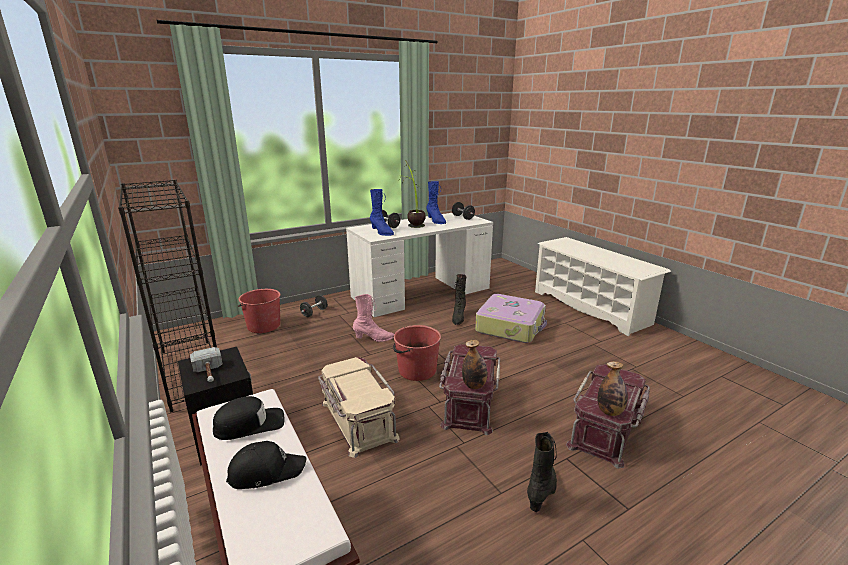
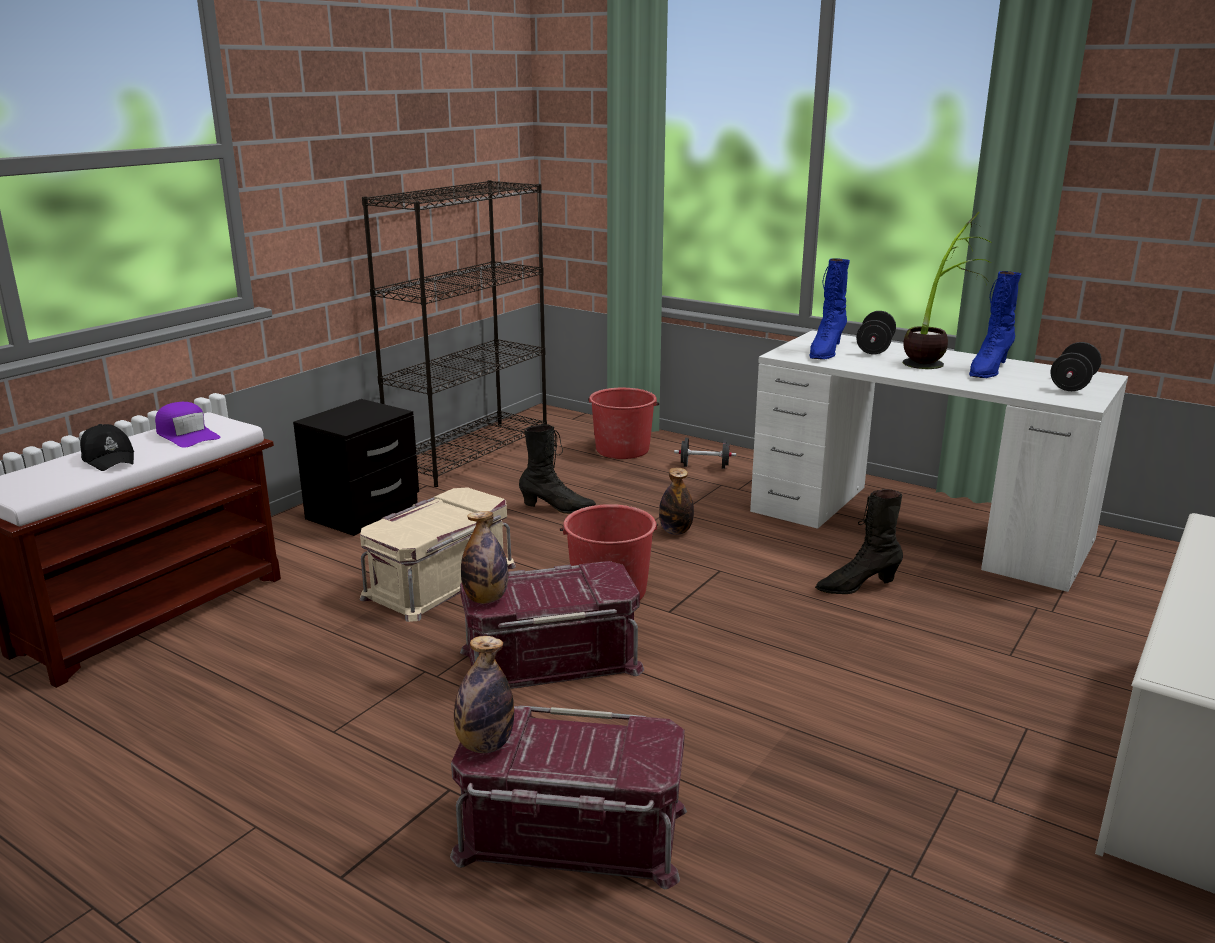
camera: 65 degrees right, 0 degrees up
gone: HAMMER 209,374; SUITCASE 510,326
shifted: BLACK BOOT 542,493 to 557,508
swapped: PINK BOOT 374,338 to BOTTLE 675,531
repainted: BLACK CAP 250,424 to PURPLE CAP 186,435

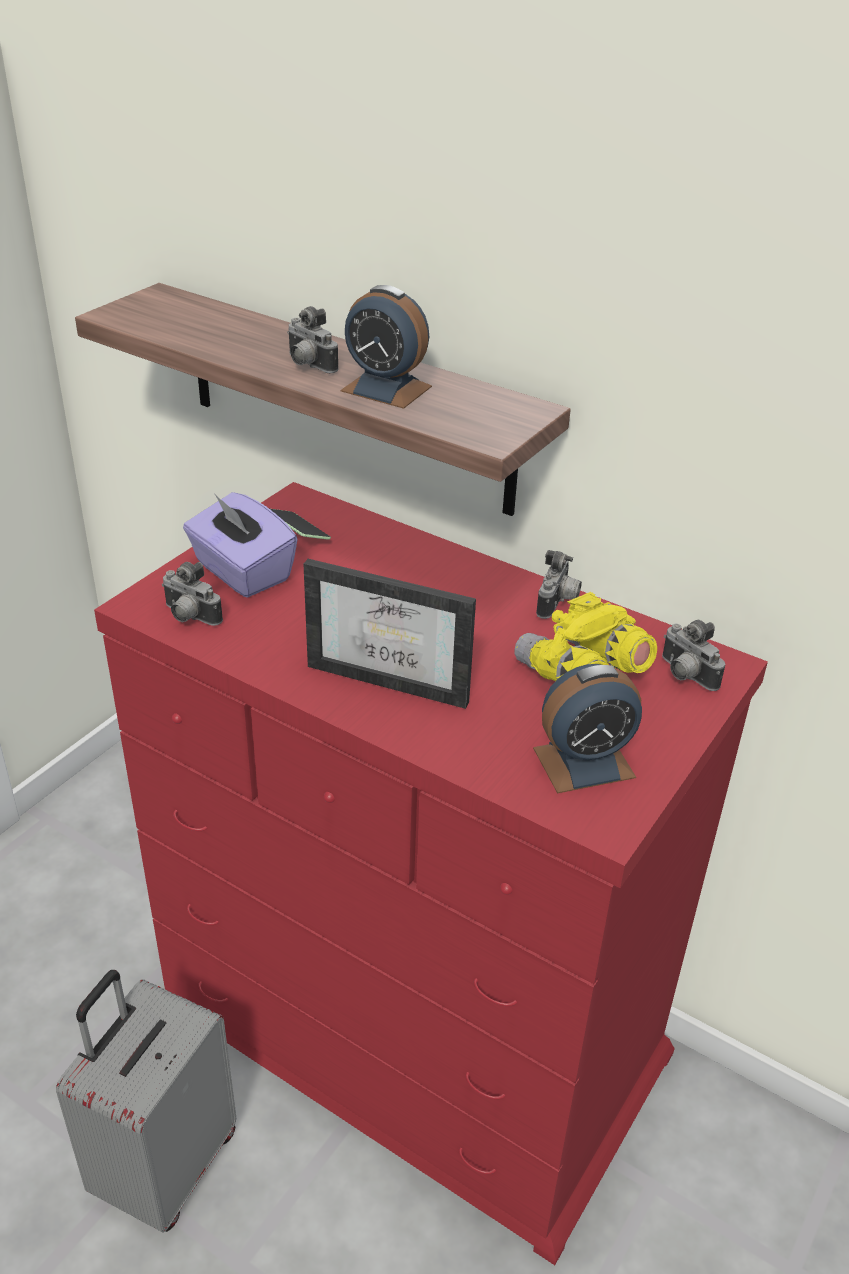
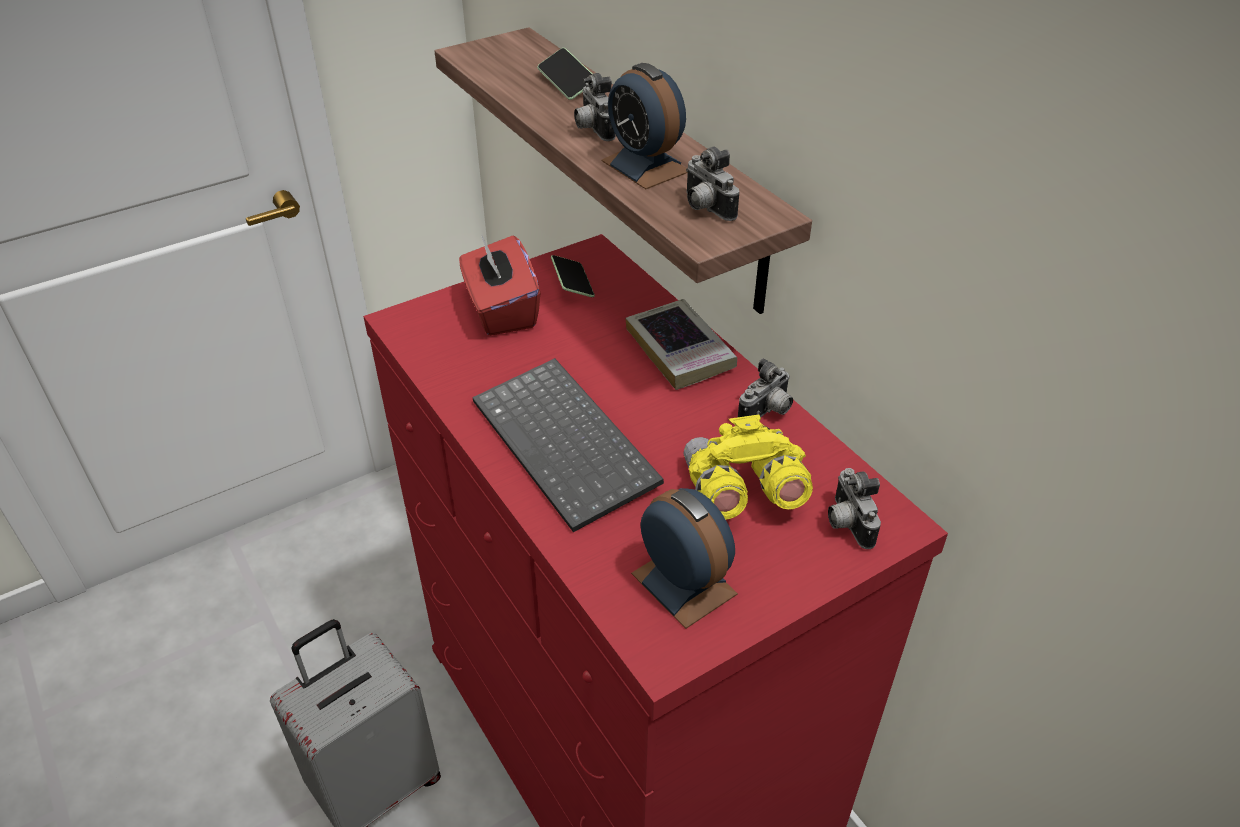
camera: 25 degrees right, 5 degrees up
new: PHONE 567,84; BOOK 679,350
shifted: PHOTO CAMERA 189,617 to 705,208
swapped: PICTURE FRAME 396,675 to KEYBOARD 569,444
repainted: PURPLE TISSUE BOX 241,572 to RED TISSUE BOX 501,310
rotated: ALARM CLOCK 583,763 = 683,583 135 degrees counterclockwise

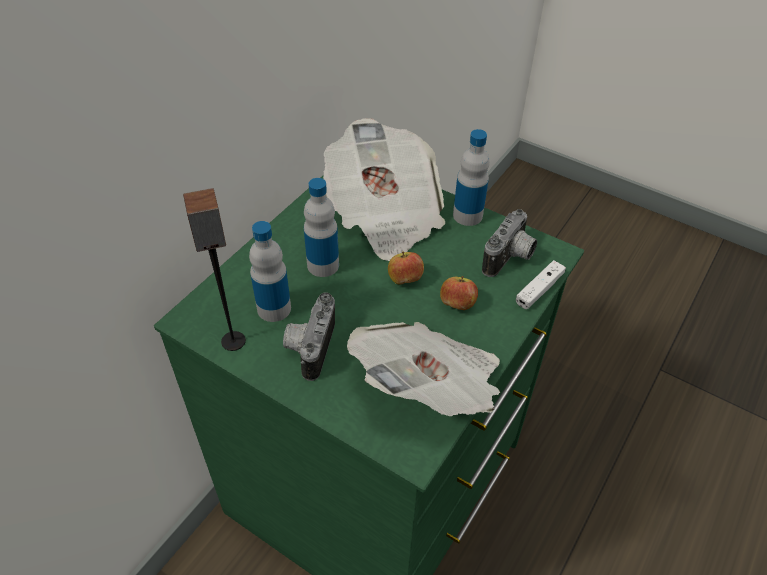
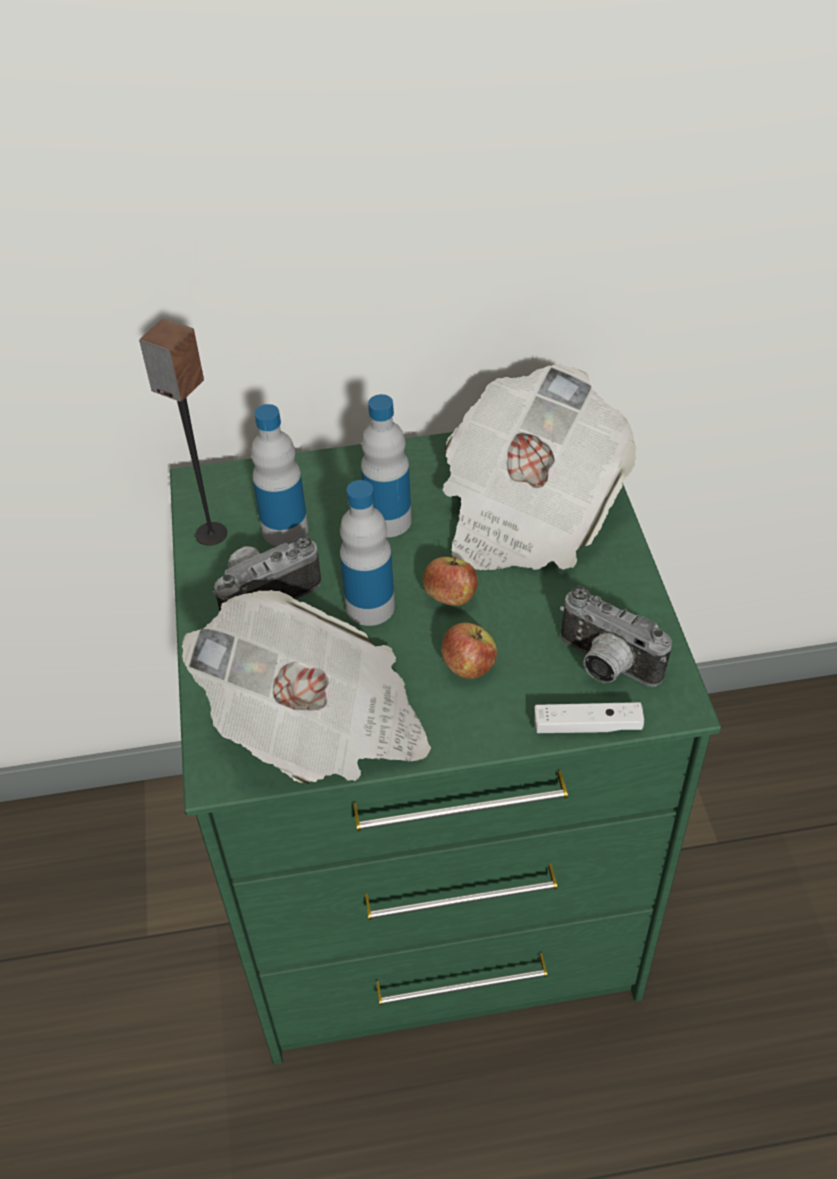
camera: 50 degrees right, 0 degrees up
shifted: BOTTLE 467,215 to 370,607
rotated: PHOTO CAMERA 510,259 = 604,666 45 degrees clockwise

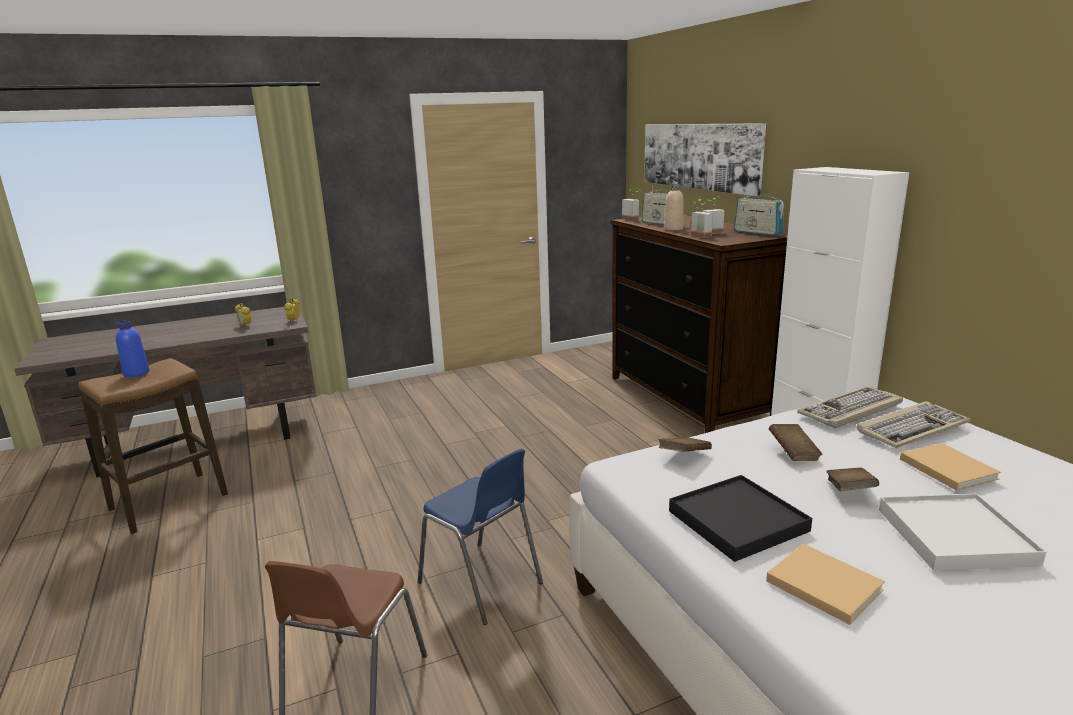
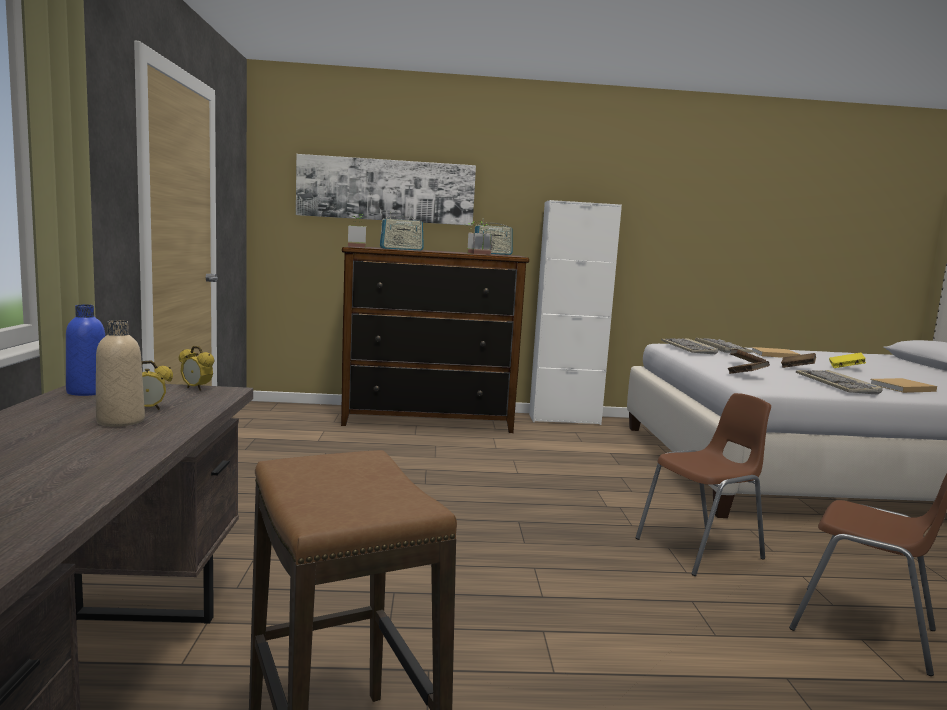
camera: 70 degrees left, 10 degrees down
shifted: BLUE BOTTLE 136,373 to 88,392; BEIGE BOTTLE 673,229 to 120,421
swapped: BLACK TRAY 737,521 to KEYBOARD 837,385; WHITE TRAY 955,536 to YELLOW BOOK 846,368
repainted: BLUE CHAIR 481,583 to BROWN CHAIR 701,549

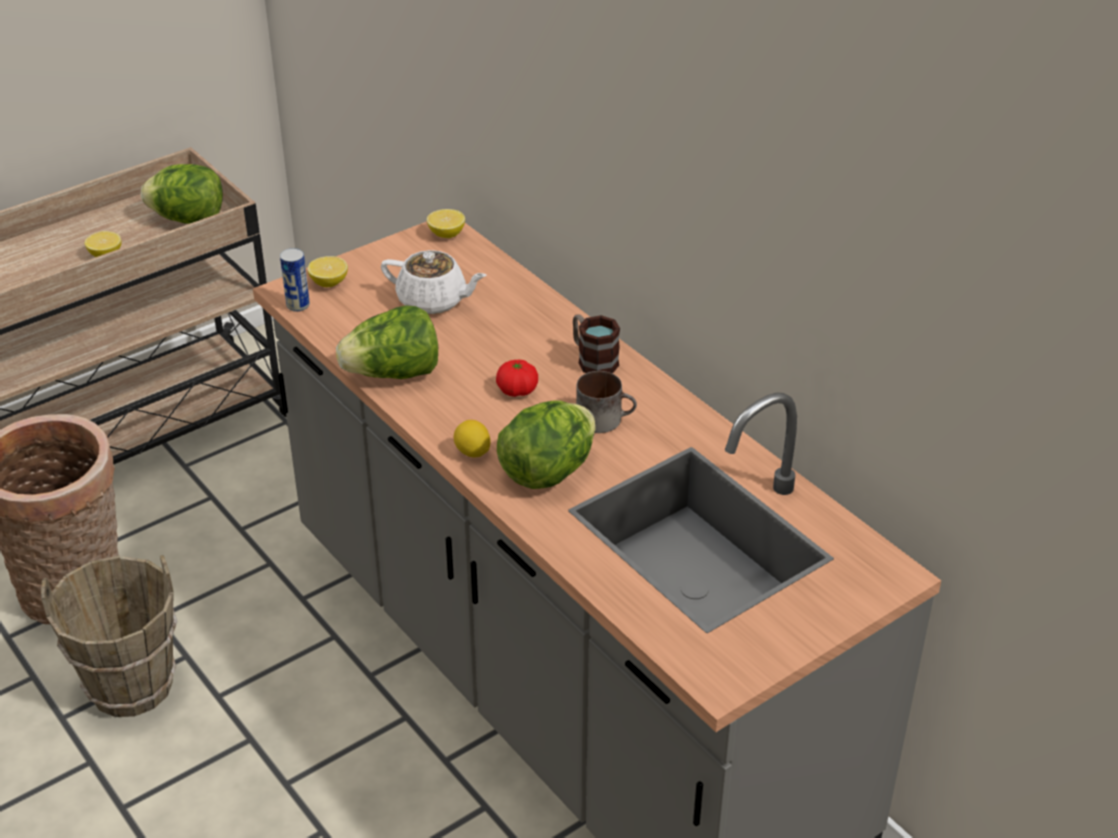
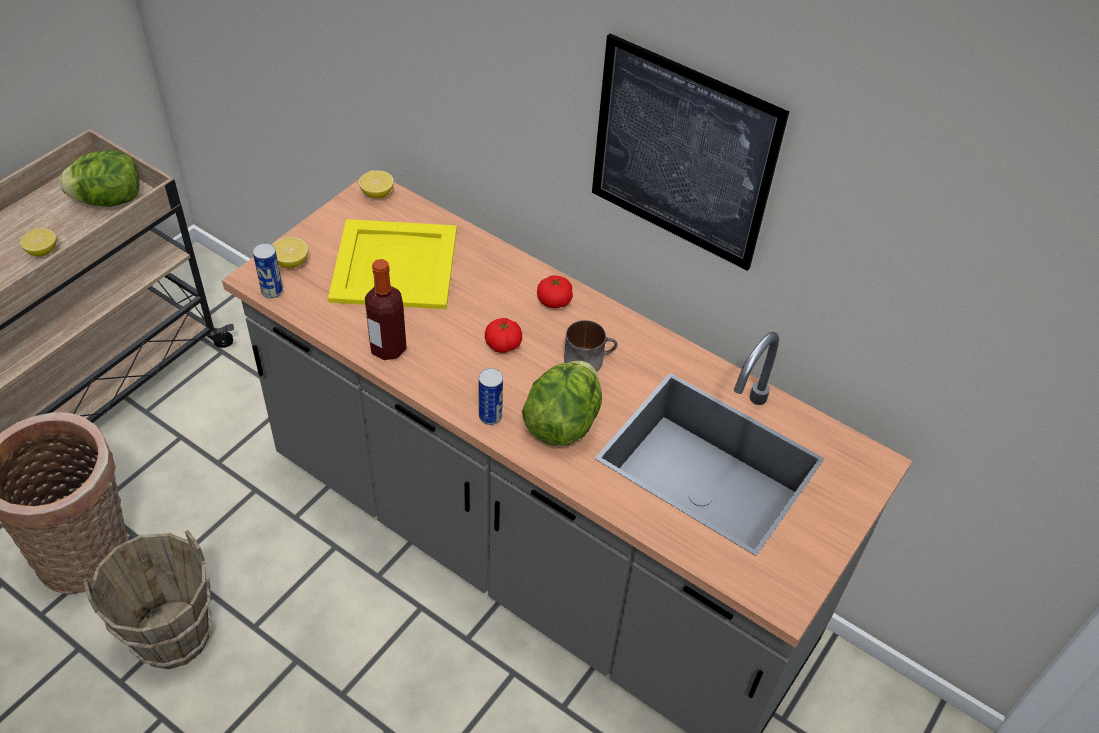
camera: 20 degrees left, 10 degrees up
new: PICTURE 682,154
swapped: WHITE TEAPOT 433,301 to YELLOW TRAY 393,265; LETTUCE 393,374 to BOTTLE 388,348; LEMON 472,452 to CAN 490,416; MUG 592,359 to TOMATO 554,301

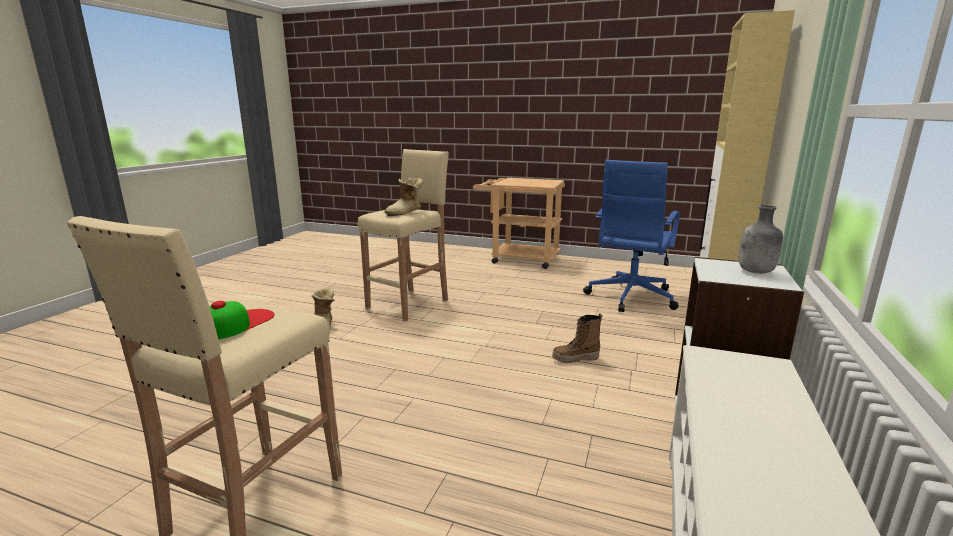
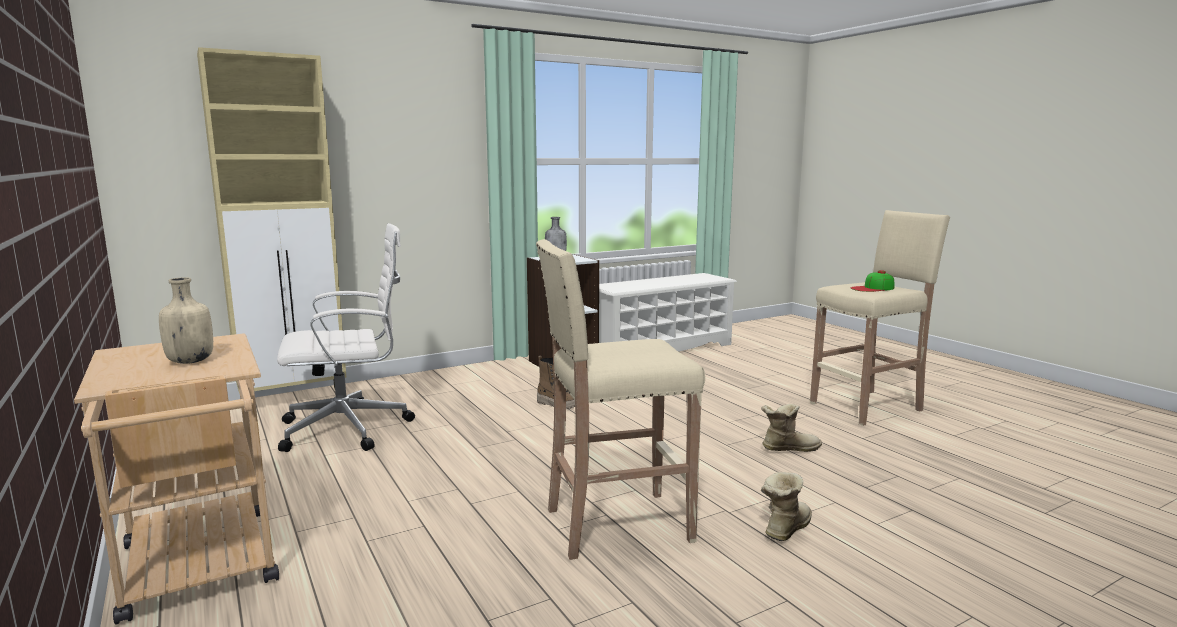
camera: 140 degrees left, 5 degrees down
new: BEIGE BOTTLE 190,361
shifted: BOOT 406,213 to 788,448
repainted: BLUE OFFICE CHAIR 630,298 to WHITE OFFICE CHAIR 349,428

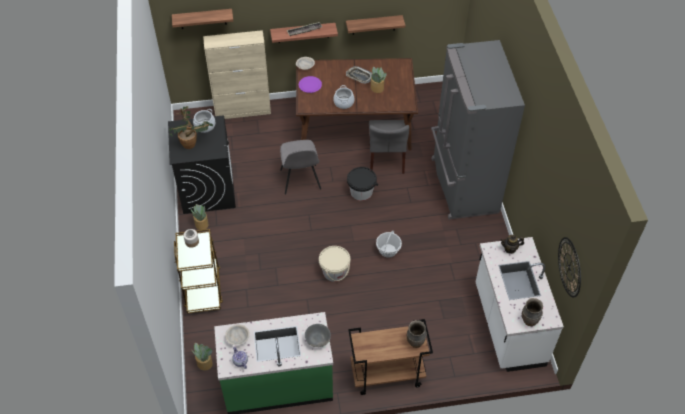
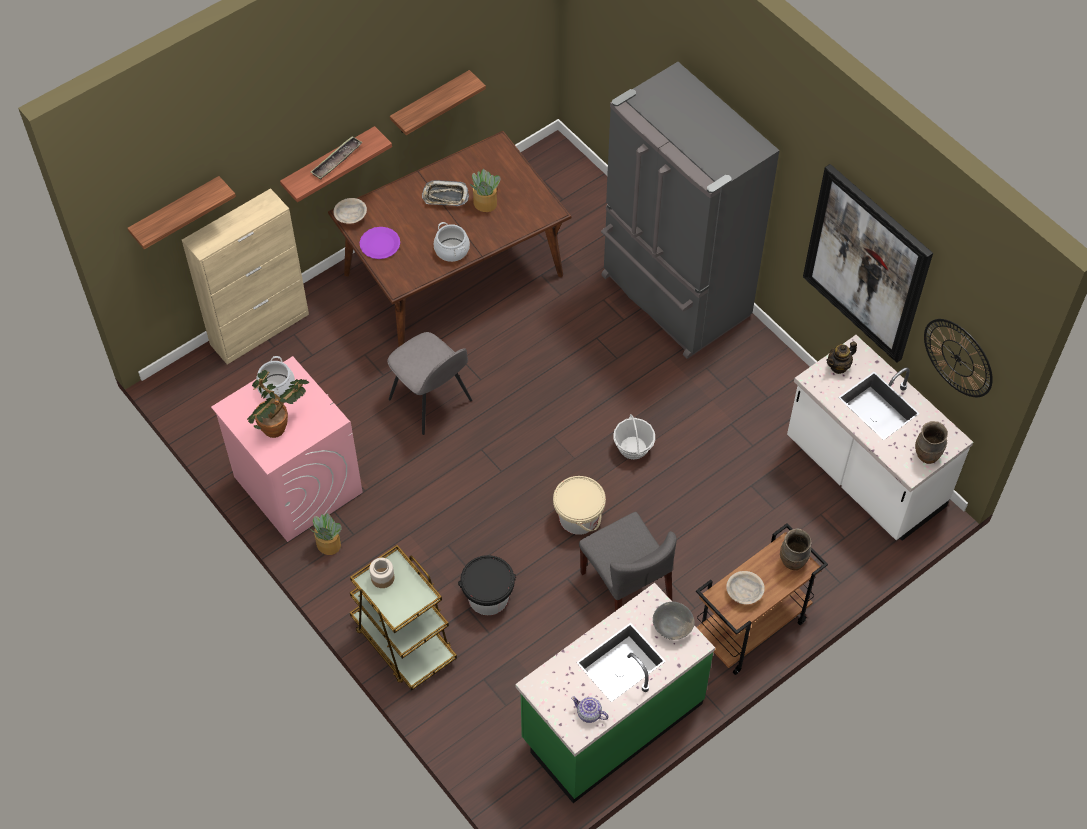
camera: 30 degrees left, 5 degrees up
gone: POTTED PLANT 204,363
new: PICTURE 866,263
shifted: BLACK BUCKET 361,191 to 488,597; GREY CHAIR 386,159 to 626,587; BEIGE BOWL 238,338 to 744,592
repainted: BLACK WASHING MACHINE 207,189 to PINK WASHING MACHINE 297,484

